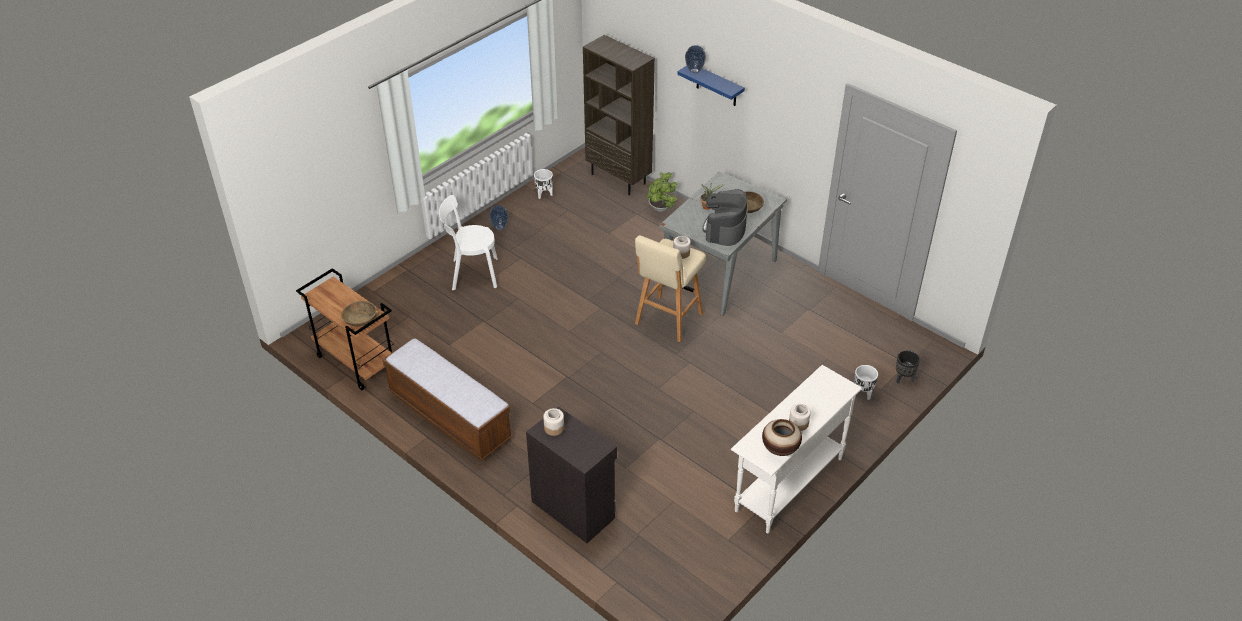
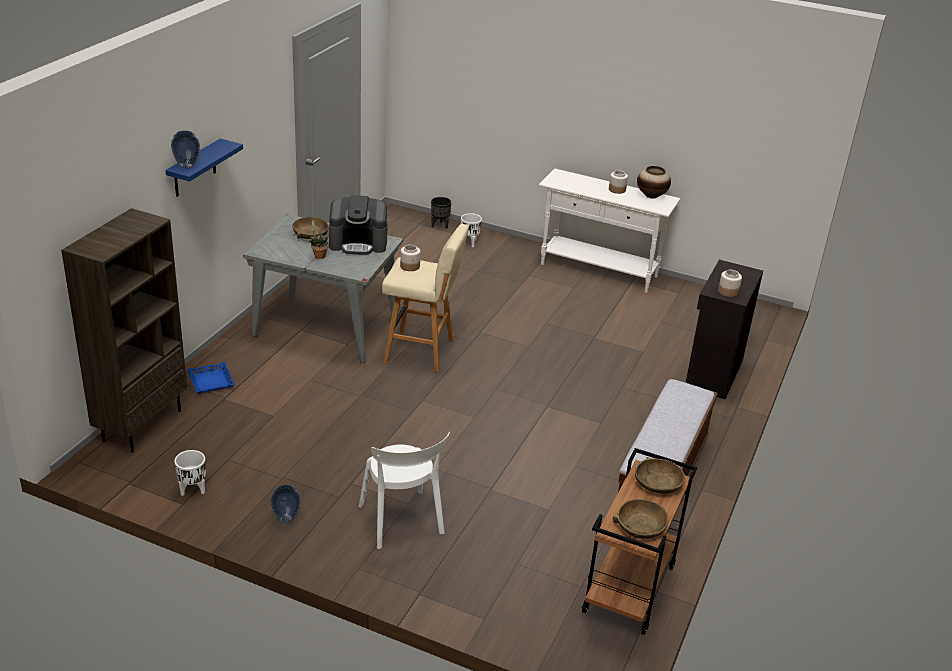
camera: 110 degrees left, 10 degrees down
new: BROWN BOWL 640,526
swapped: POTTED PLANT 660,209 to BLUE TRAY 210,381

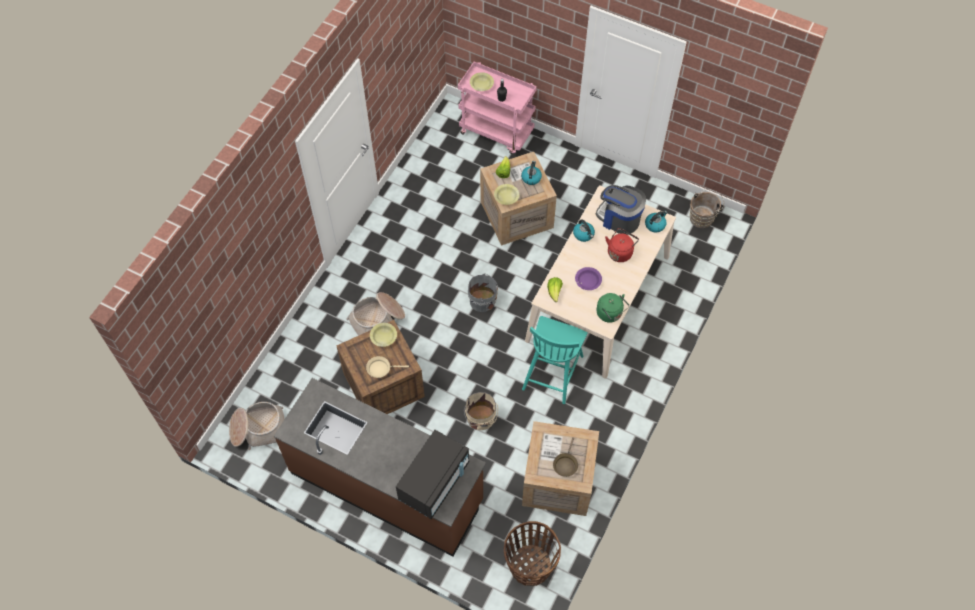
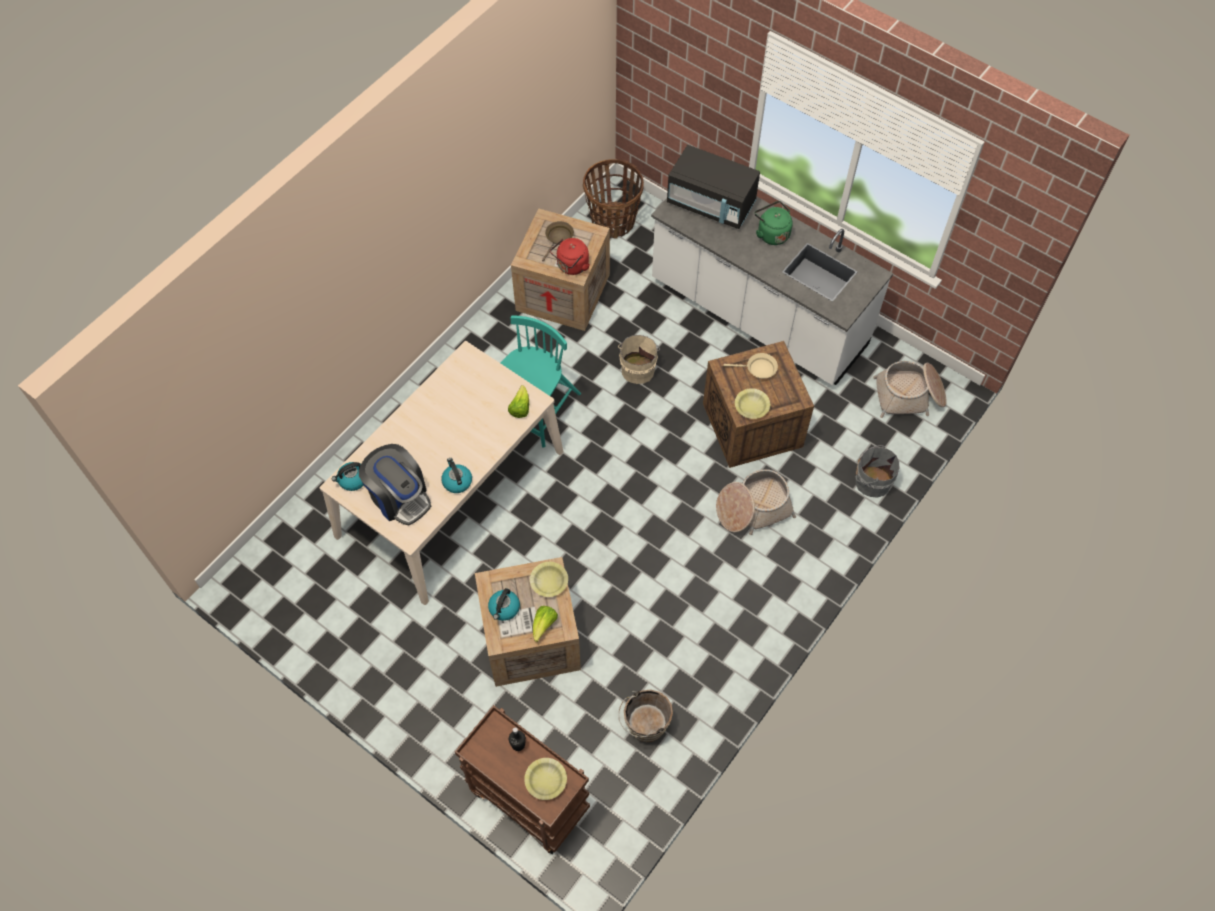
camera: 170 degrees left, 0 degrees up
gone: PURPLE BOWL 588,281
shifted: RED KETTLE 620,252 to 571,266; BROWN BUCKET 703,217 to 644,726; GREEN KETTLE 610,314 to 771,233; GREY BUCKET 483,301 to 871,481
repainted: PINK CART 497,132 to BROWN CART 526,799; BROWN COUNTER 387,486 to WHITE COUNTER 757,315
rotated: BLACK MICROWAVE 434,482 = 711,204 105 degrees counterclockwise

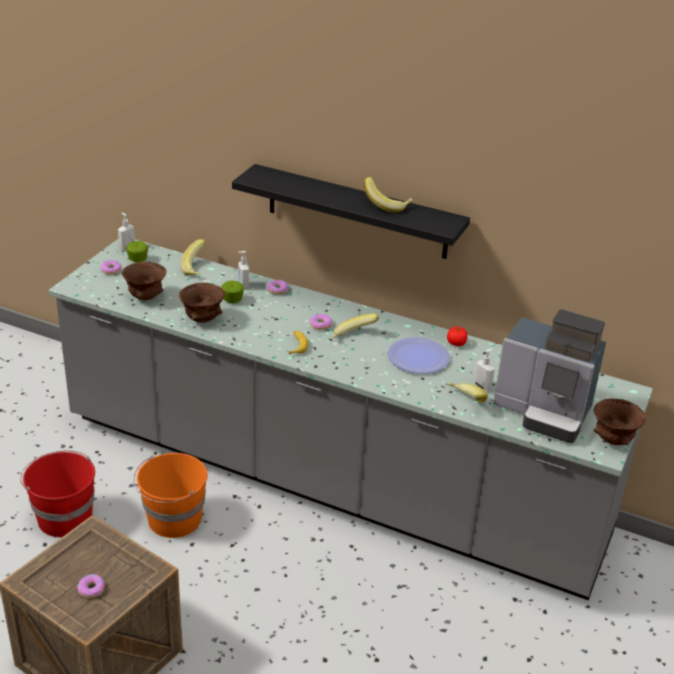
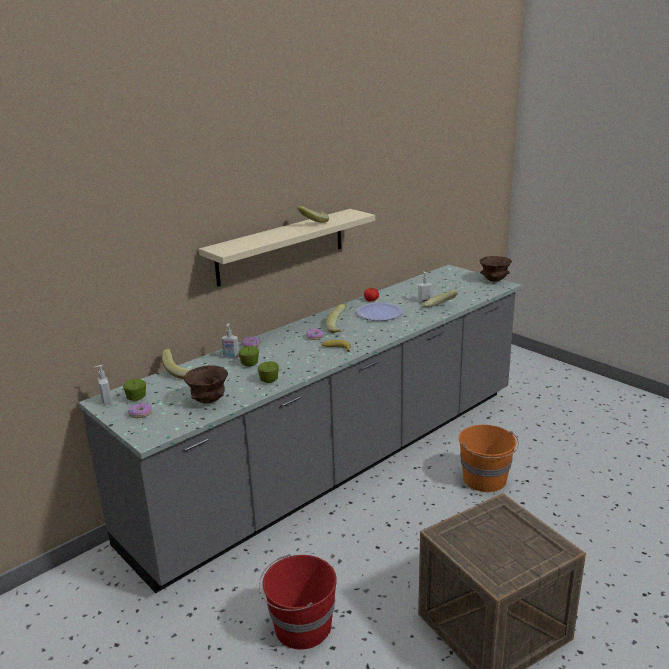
camera: 65 degrees left, 10 degrees down
gone: DONUT 91,589; COFFEE MACHINE 545,412
shifted: ORANGE BUCKET 173,520 to 485,479
swapped: BROWN BOWL 202,320 to APPLE 269,380
repainted: BLACK SHELF 357,212 to BEIGE SHELF 281,246

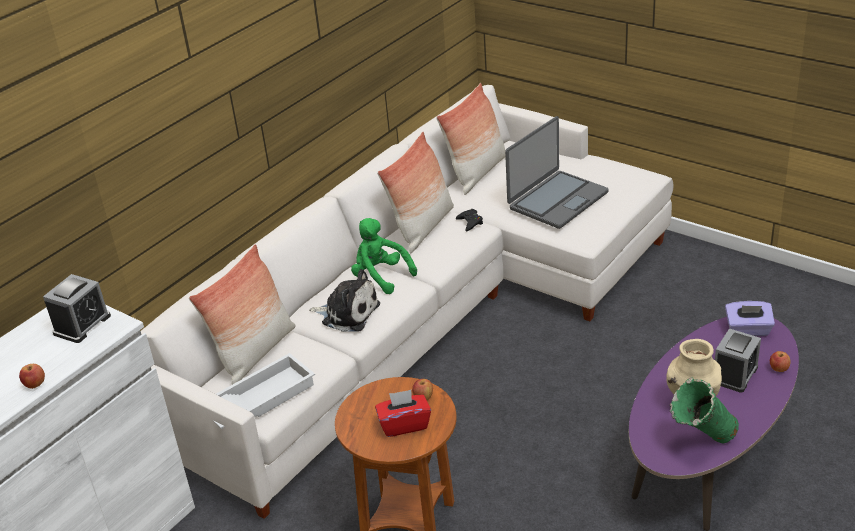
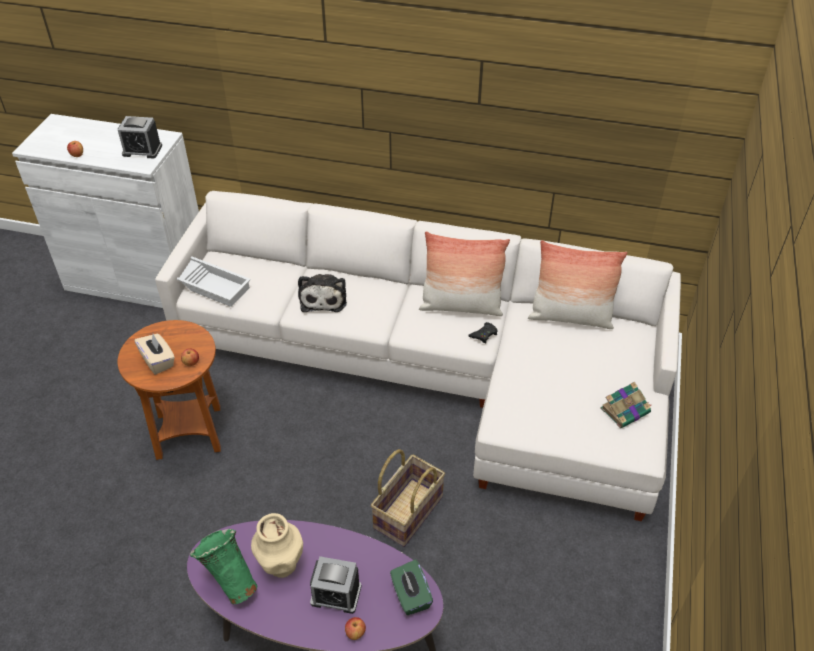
camera: 65 degrees right, 10 degrees up
gone: PILLOW 255,353; GREEN PLUSH TOY 380,277; LAPTOP 557,200
new: BASKET 407,511; BOOK 626,410
repainted: RED TISSUE BOX 404,424 to BEIGE TISSUE BOX 158,361; PURPLE TISSUE BOX 748,330 to GREEN TISSUE BOX 410,596

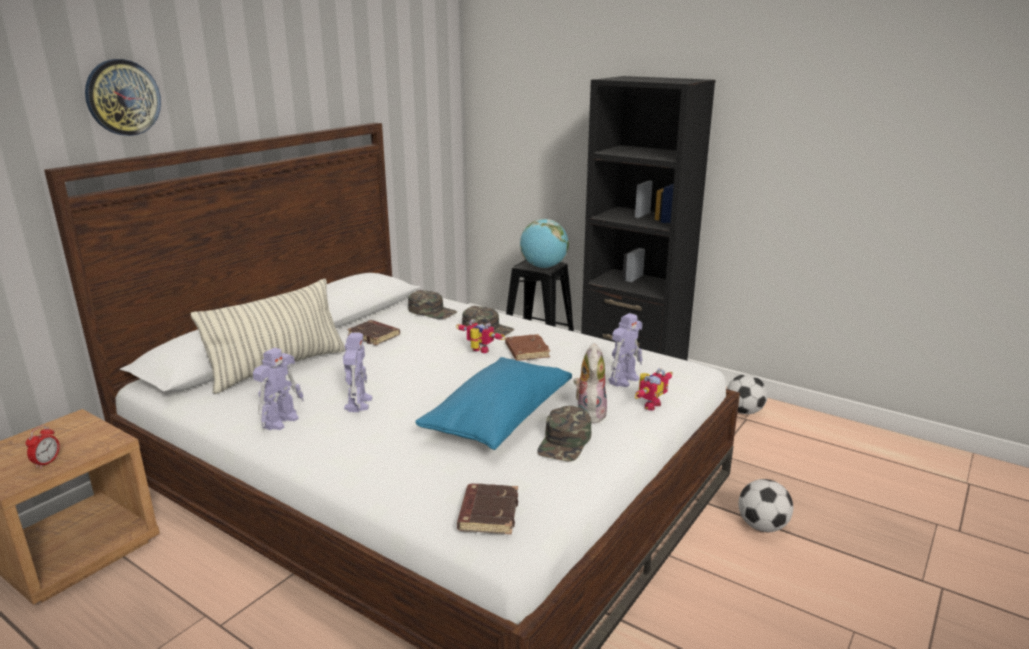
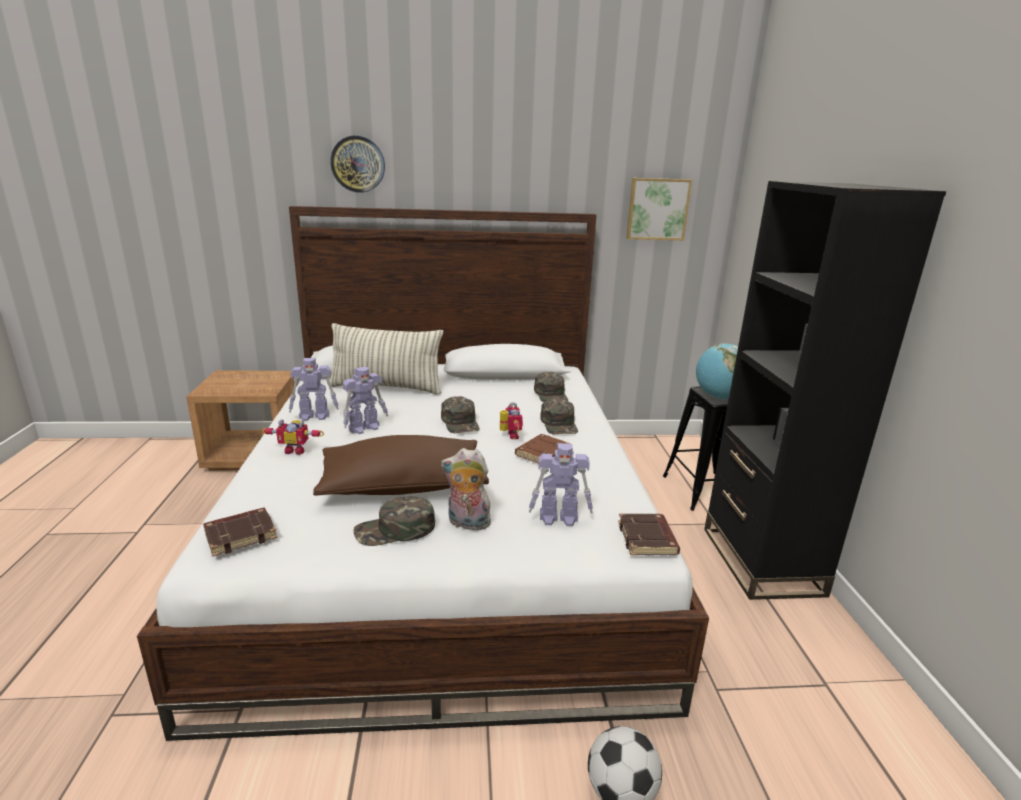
camera: 50 degrees right, 0 degrees up
gone: ALARM CLOCK 47,462; FOOTBALL 744,411
new: GREEN CAP 460,422; PICTURE 657,209
shifted: TOY ROBOT 649,404 to 296,450; BROWN BOOK 375,336 to 648,539
repainted: BLUE PILLOW 498,419 to BROWN PILLOW 403,486
rotated: PLUSH TOY 589,413 = 467,523 135 degrees counterclockwise

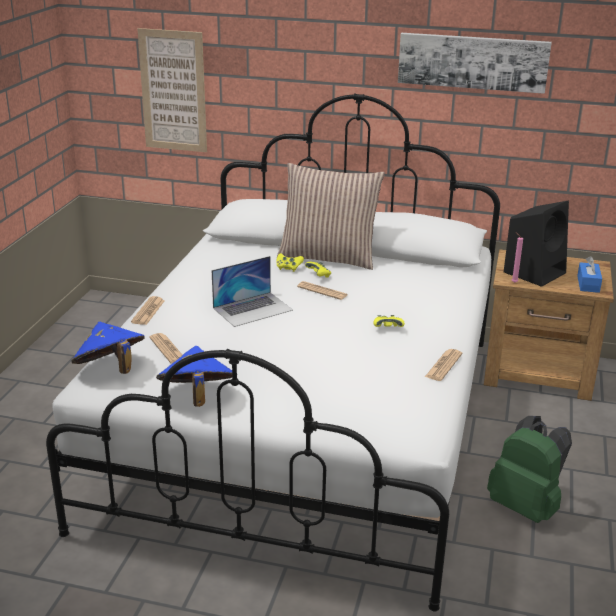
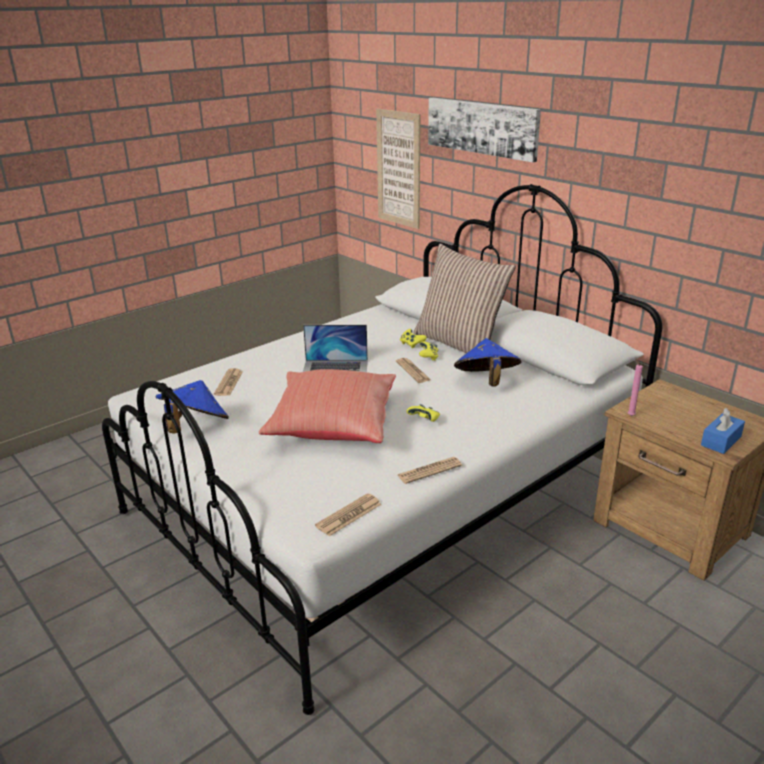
camera: 35 degrees right, 0 degrees up
gone: GREEN BACKPACK 526,506; BLACK SPEAKER 535,272
new: RED PILLOW 332,426
shifted: NEWSPAPER 148,311 to 349,515; PICTURE 472,62 to 482,127; BLUE HAT 110,370 to 486,382

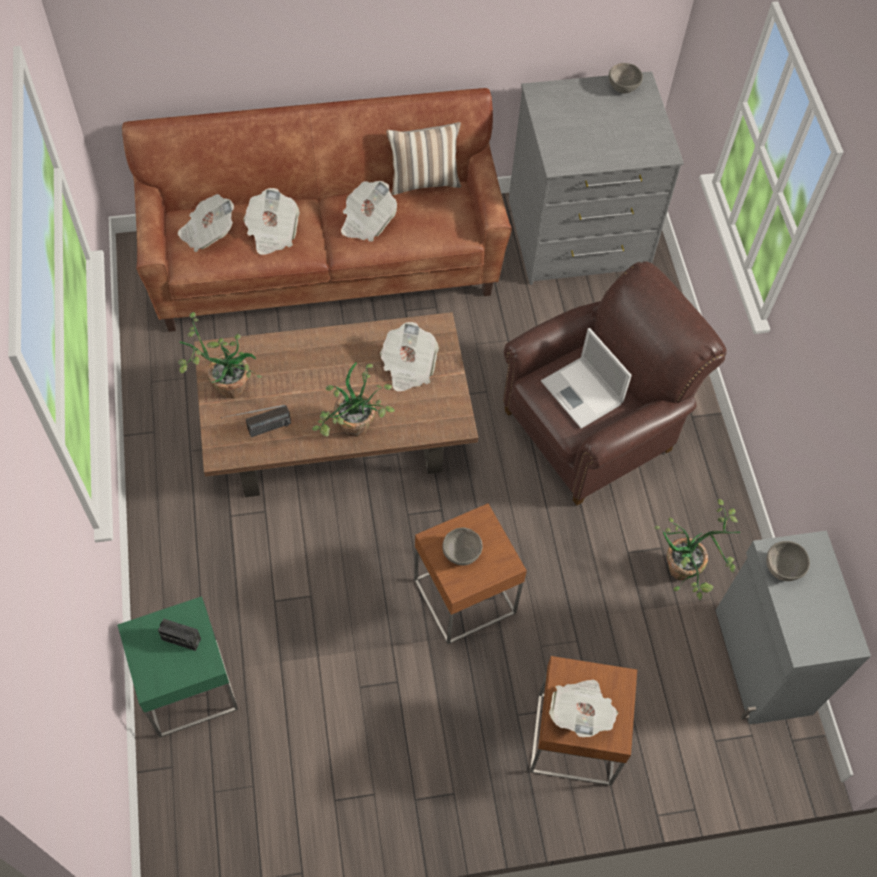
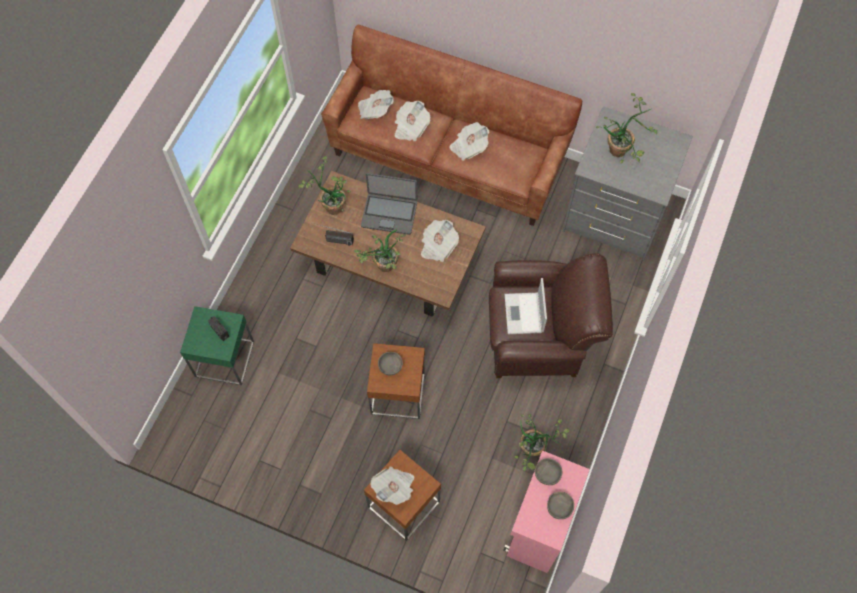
camera: 35 degrees right, 5 degrees up
gone: PILLOW 424,181
new: LAPTOP 389,213; POTTED PLANT 623,150
shifted: GREY BOWL 623,87 to 559,508
repainted: GREY CABINET 761,662 to PINK CABINET 539,527

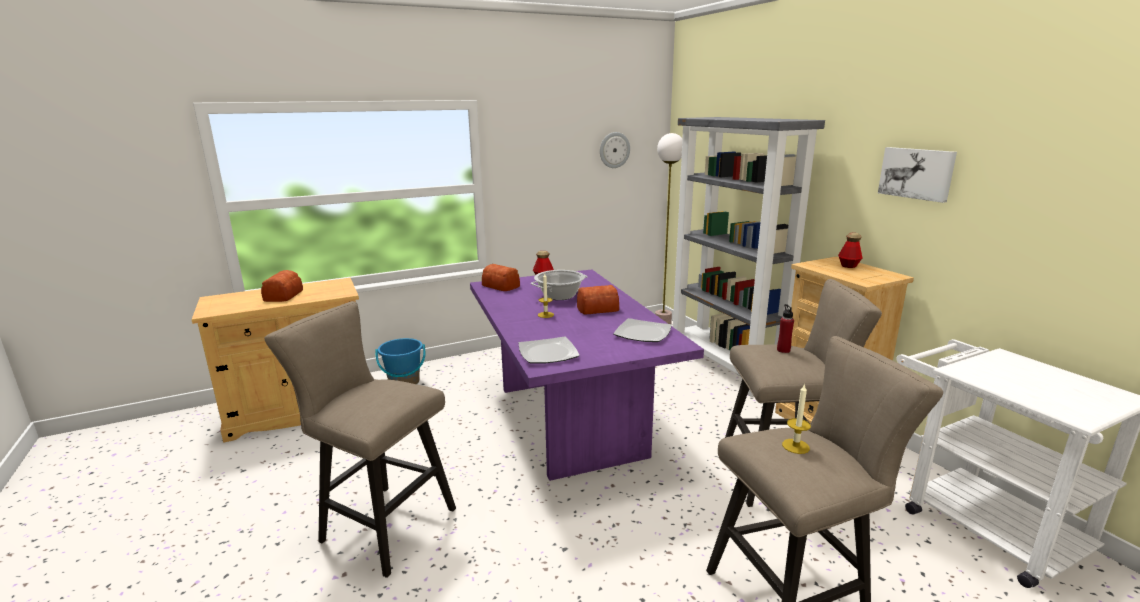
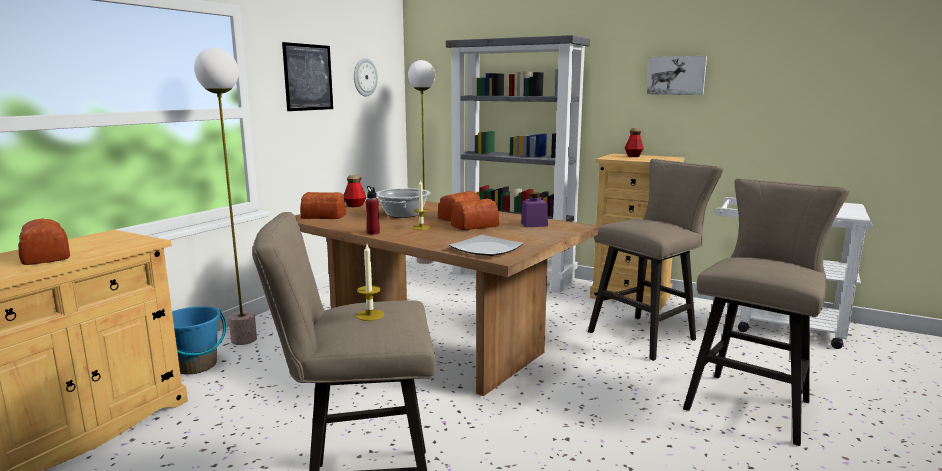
camera: 35 degrees left, 5 degrees down
new: FLOOR LAMP 244,339; PICTURE 308,77; BREAD 473,225
shifted: CANDLE 795,446 to 370,315; RED BOTTLE 783,350 to 373,232
swapped: PLATE 643,333 to PURPLE JAR 534,224
repainted: PURPLE DINING TABLE 568,420 to BROWN DINING TABLE 435,347

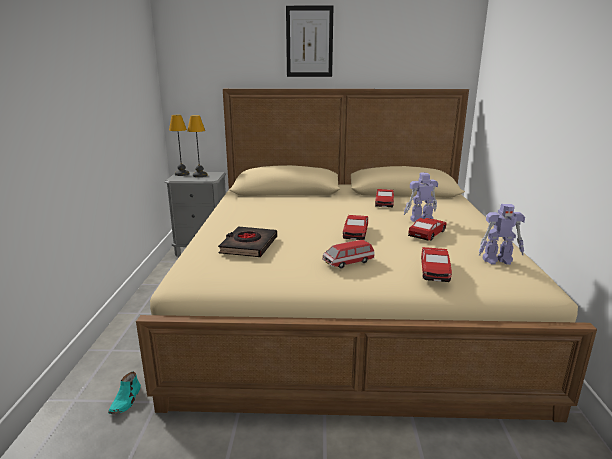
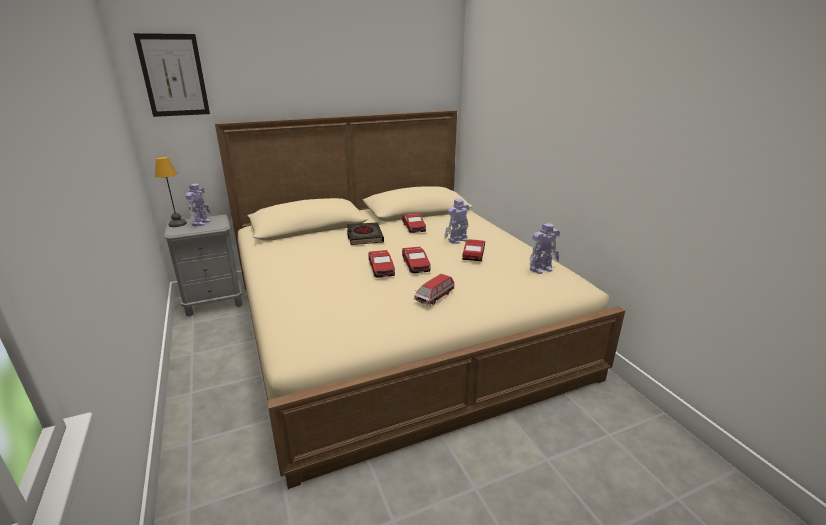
camera: 25 degrees left, 5 degrees up
gone: TURQUOISE SHOE 126,401
shifted: PICTURE 309,42 to 174,75; BLACK BOOK 248,246 to 364,237; TOY CAR 434,271 to 381,269
swapped: TABLE LAMP 200,175 to TOY ROBOT 201,223

